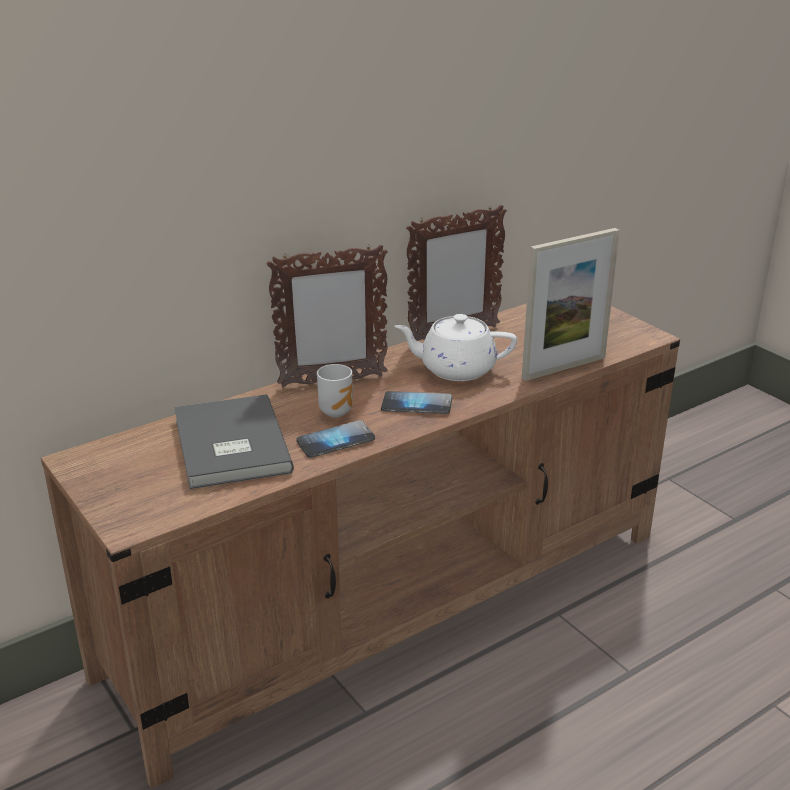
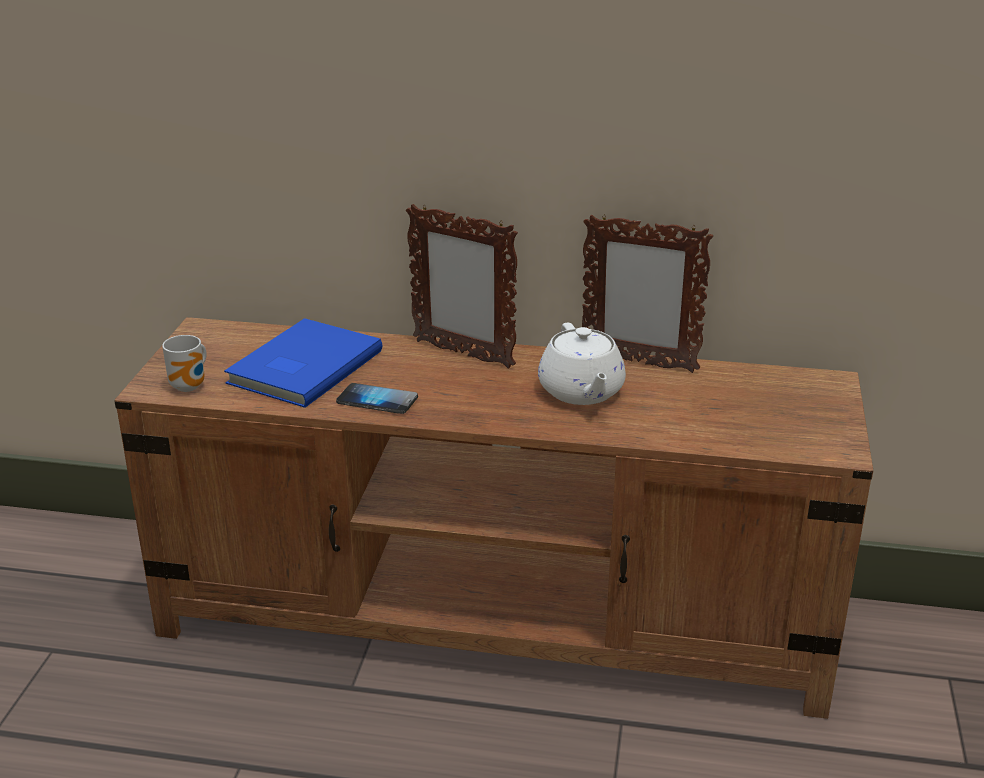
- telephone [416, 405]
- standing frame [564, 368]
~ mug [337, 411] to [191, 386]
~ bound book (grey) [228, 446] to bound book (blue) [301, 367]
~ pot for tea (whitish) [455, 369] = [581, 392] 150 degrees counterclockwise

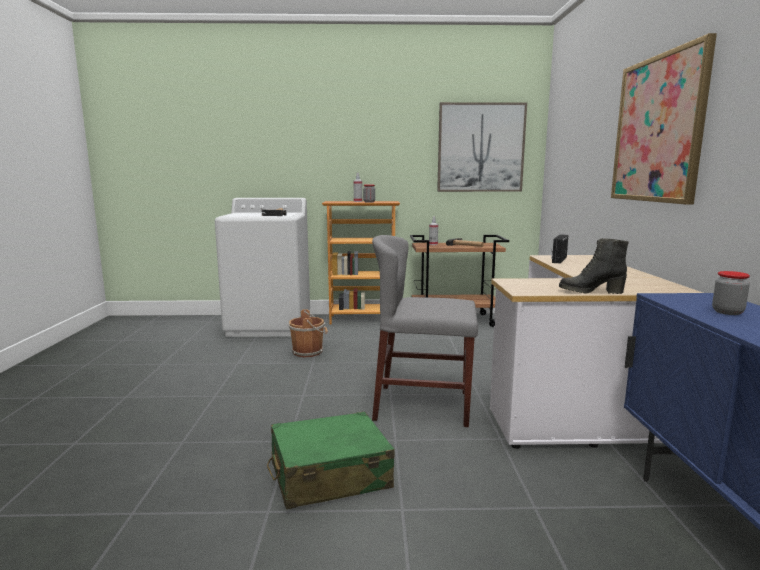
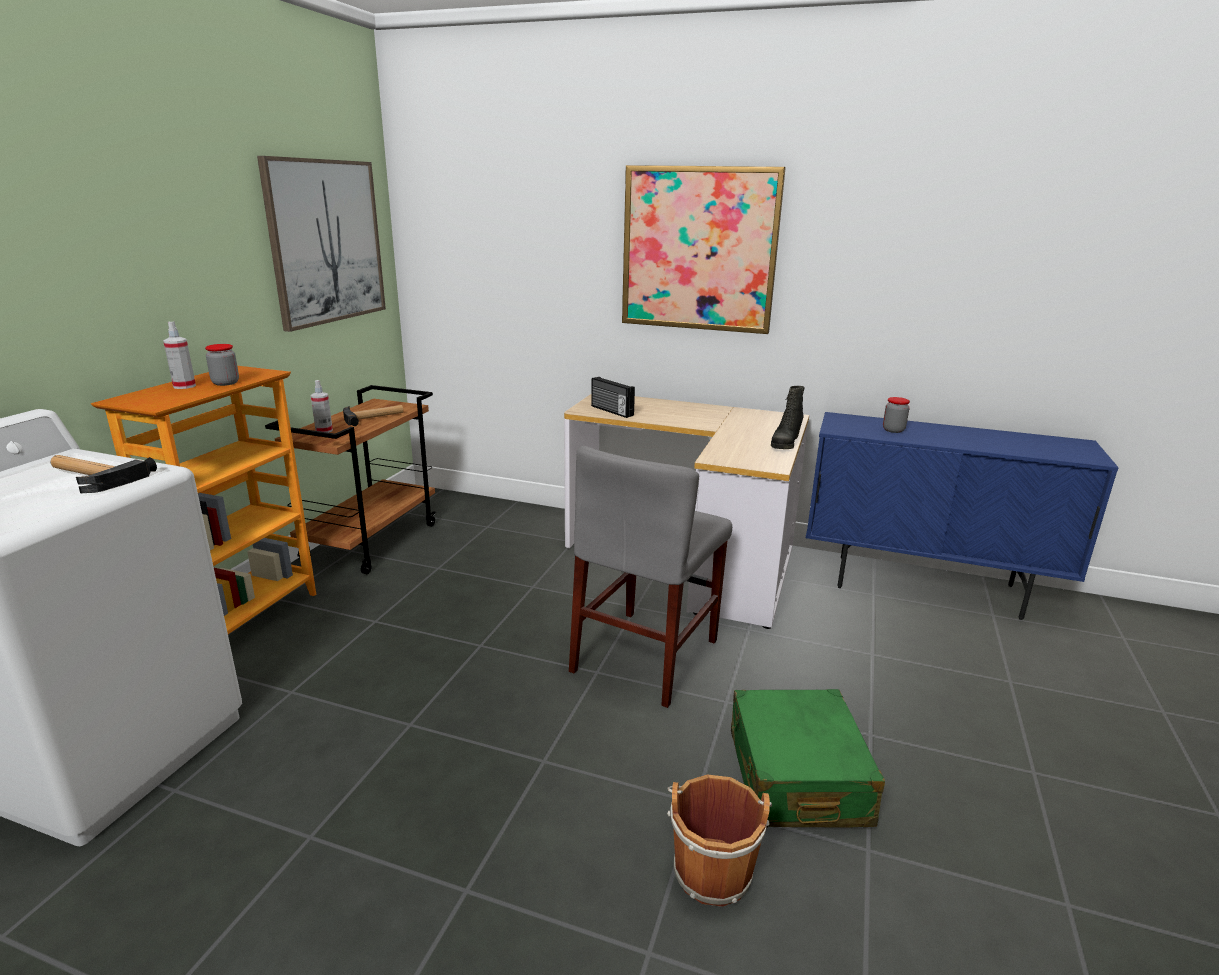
~ water bucket (brown-coloured) [309, 352] to [711, 869]

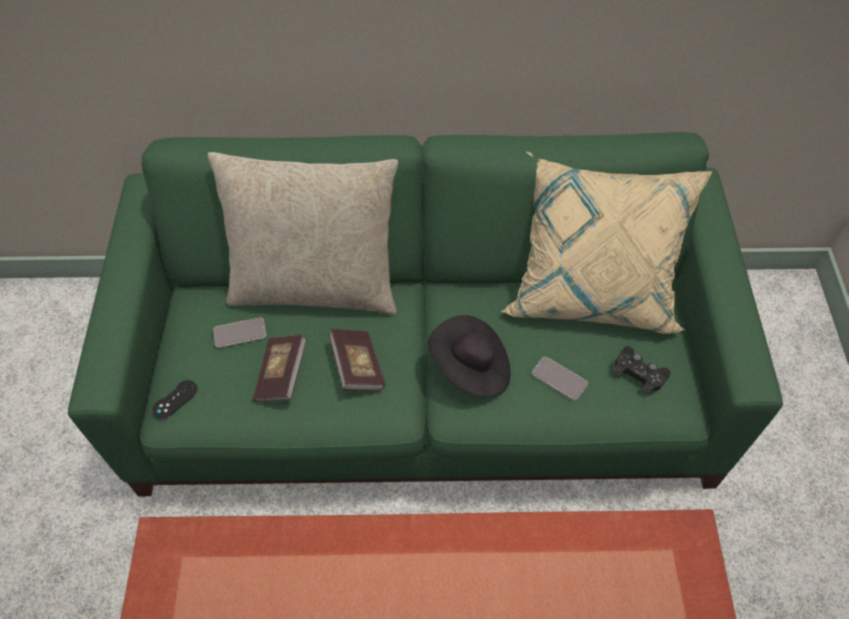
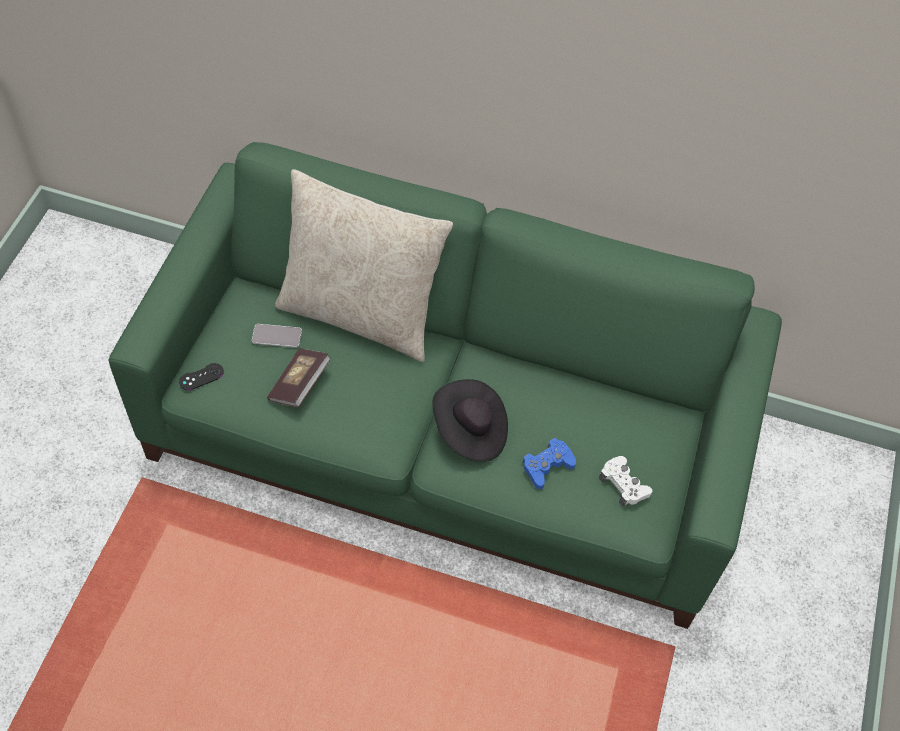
- bound book [357, 367]
- throw pillow (beige-coloured) [592, 289]
~ telephone [559, 379] to joypad (blue) [547, 466]
~ joypad (blackish) [639, 373] to joypad (whitish) [624, 485]

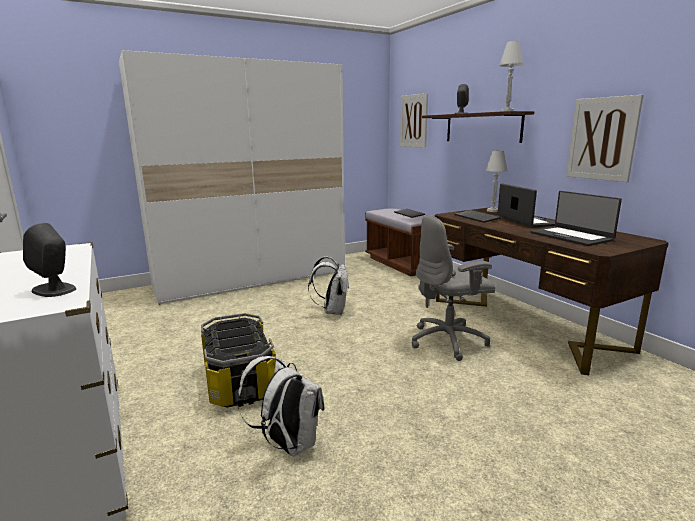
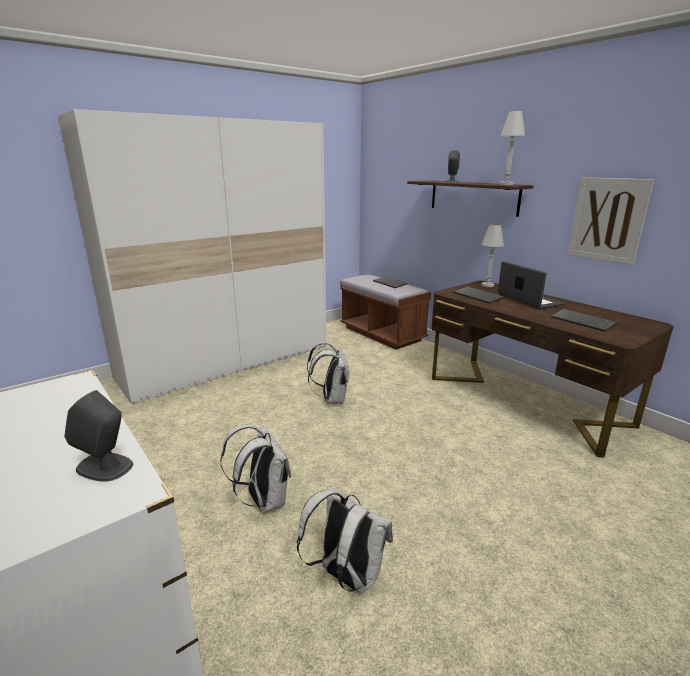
- wall art [414, 121]
- computer chair (grey) [449, 341]
~ storage bin [239, 381] to knapsack (whitish) [263, 500]
~ laptop [571, 236] to computer keyboard [584, 321]

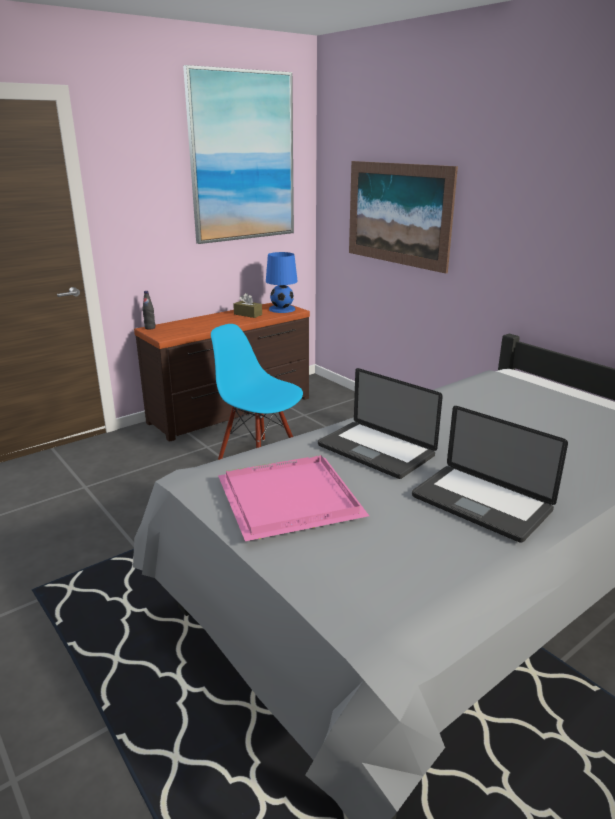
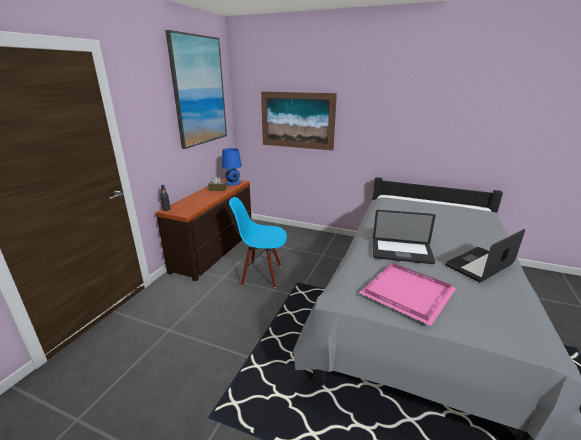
~ laptop [481, 503] = [479, 265] 135 degrees clockwise

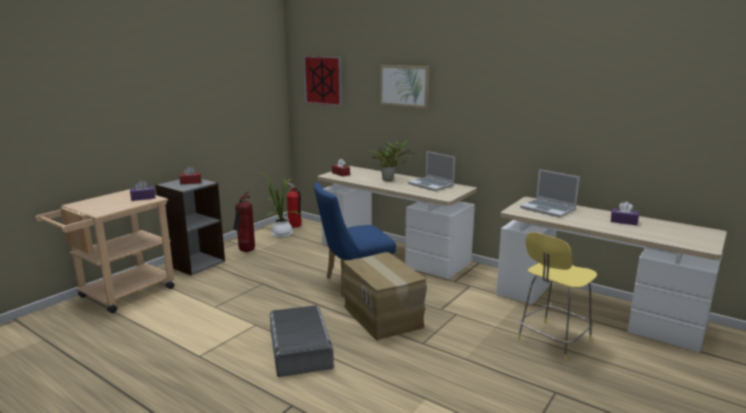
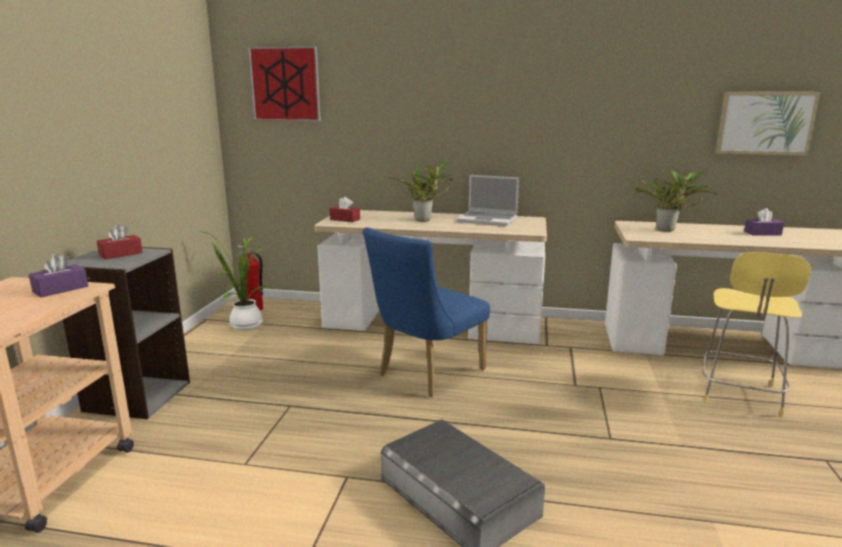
- fire extinguisher [246, 251]
- carton [383, 316]
~ wall art [404, 86] to [765, 123]
~ laptop [548, 209] to potted plant [668, 230]

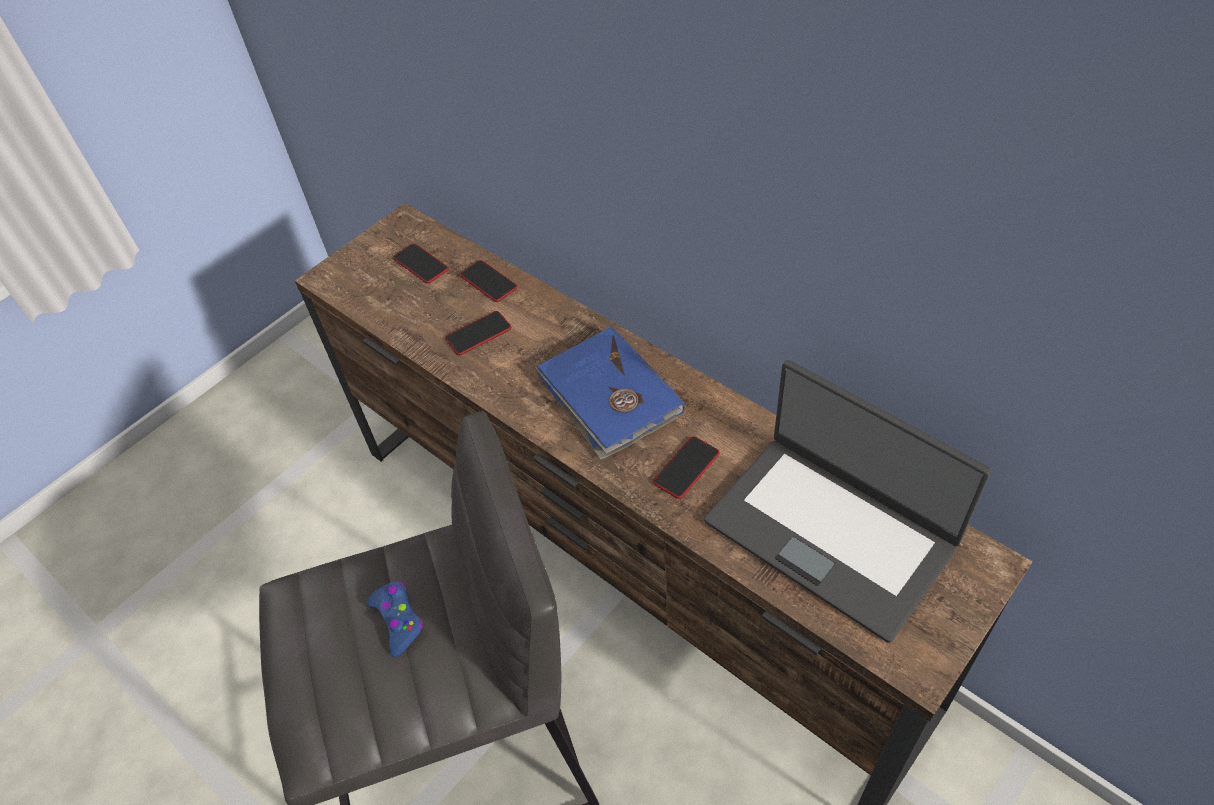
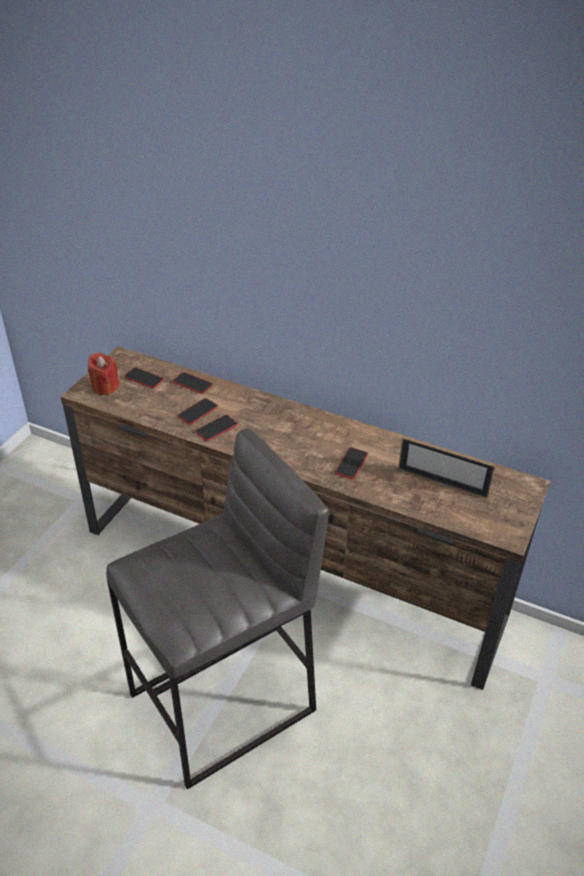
- joypad (blue) [398, 620]
- bound book (blue) [608, 396]
+ wax light (red-coloured) [105, 387]
+ telephone [216, 428]
~ laptop [830, 532] to standing frame [442, 482]

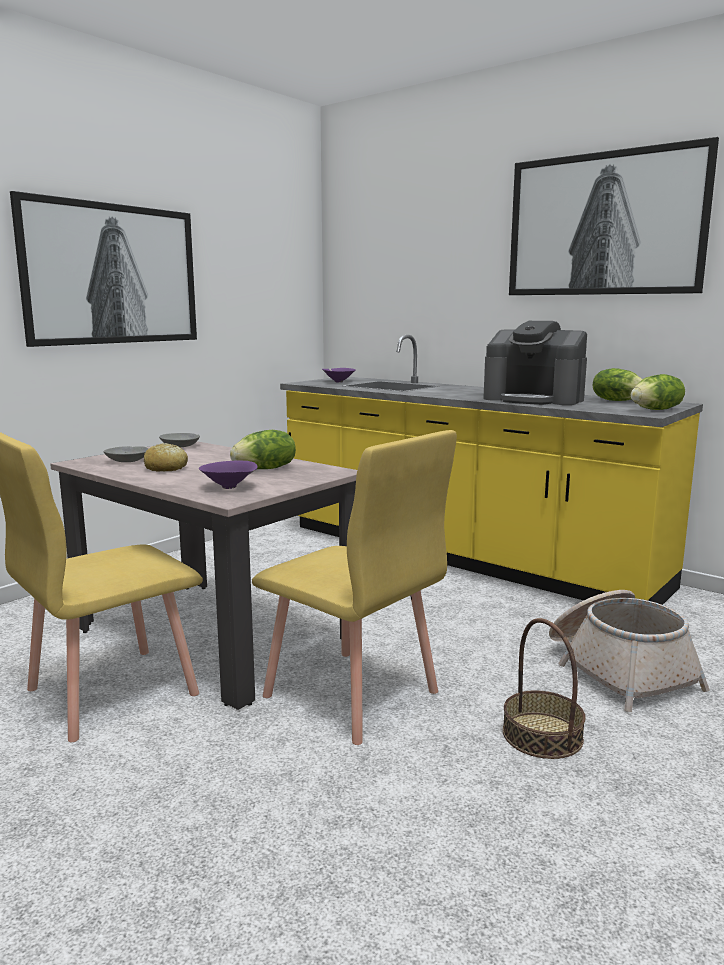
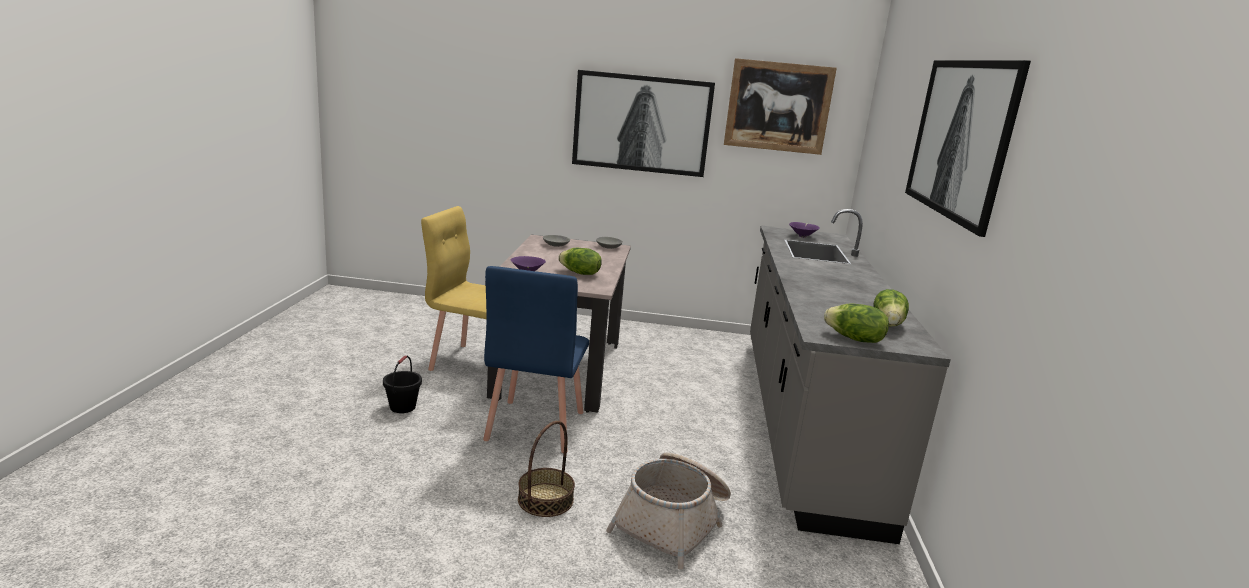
- bread [166, 468]
- coffee maker [534, 399]
+ water bucket (blackish) [402, 407]
+ wall art [778, 107]
~ upright chair (yellow-coloured) [351, 695] to upright chair (blue) [534, 426]
~ kitchen counter (yellow-coloured) [461, 556] to kitchen counter (grey) [802, 420]

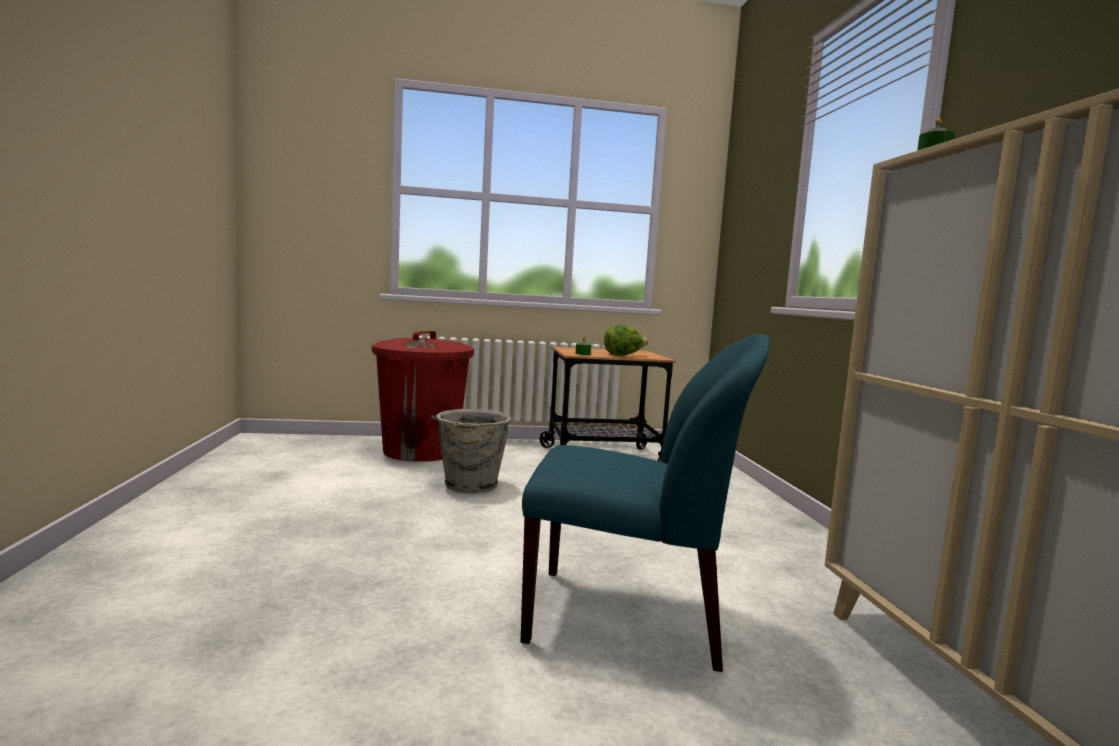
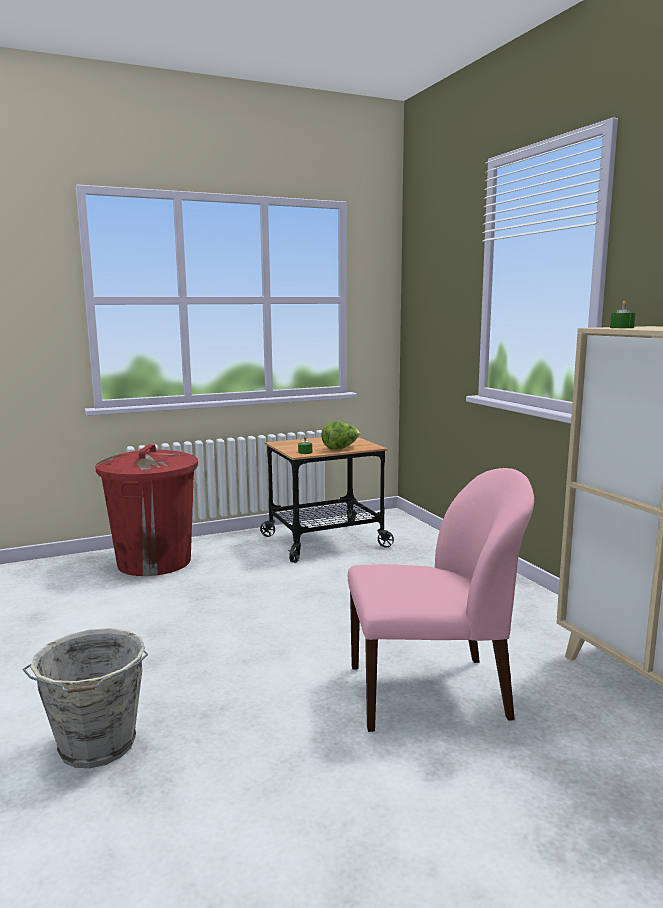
~ water bucket (grey) [470, 486] to [97, 746]
~ upright chair (blue) [629, 617] to upright chair (pinkish) [431, 692]

